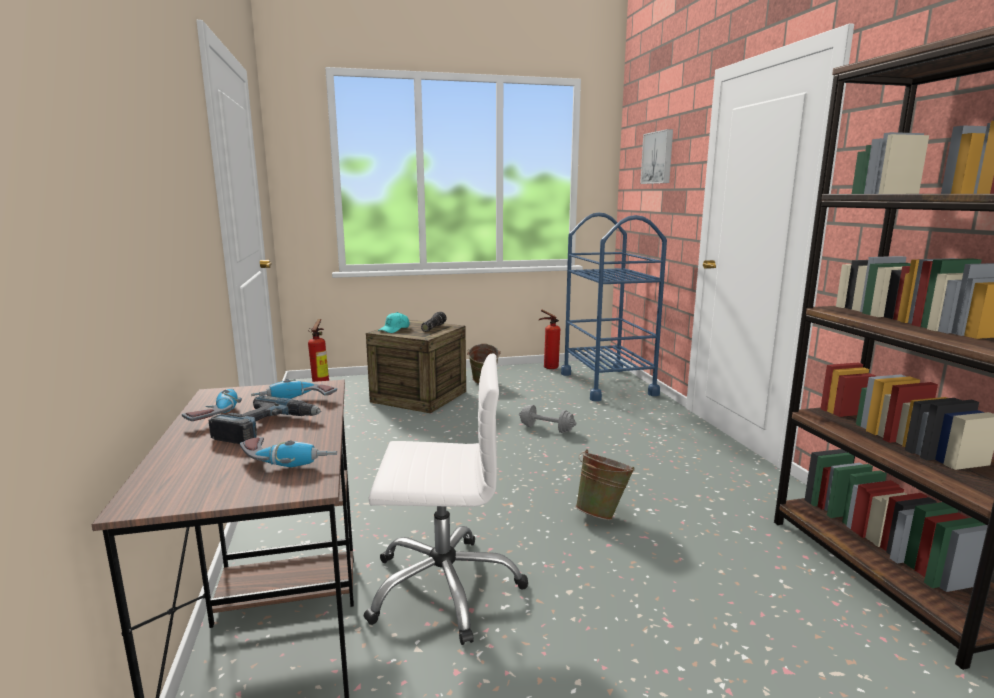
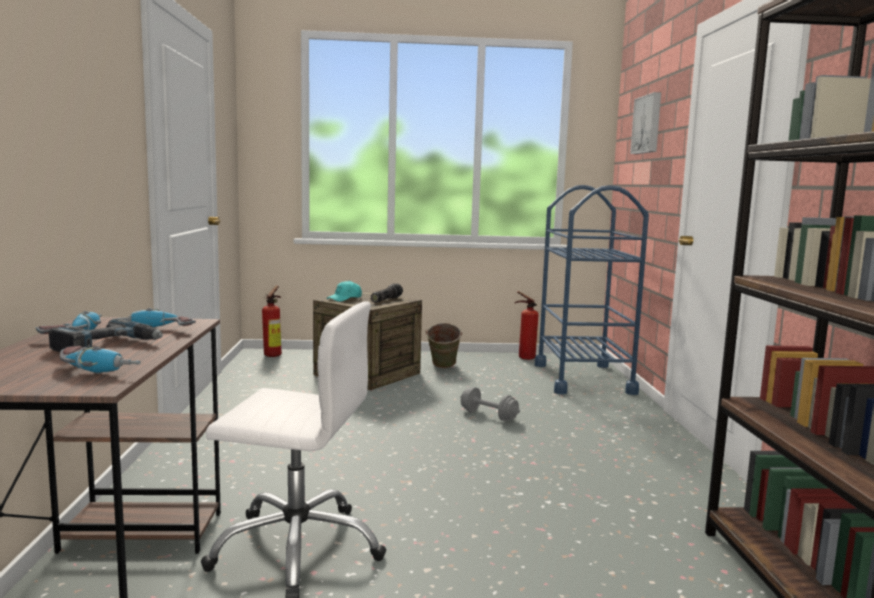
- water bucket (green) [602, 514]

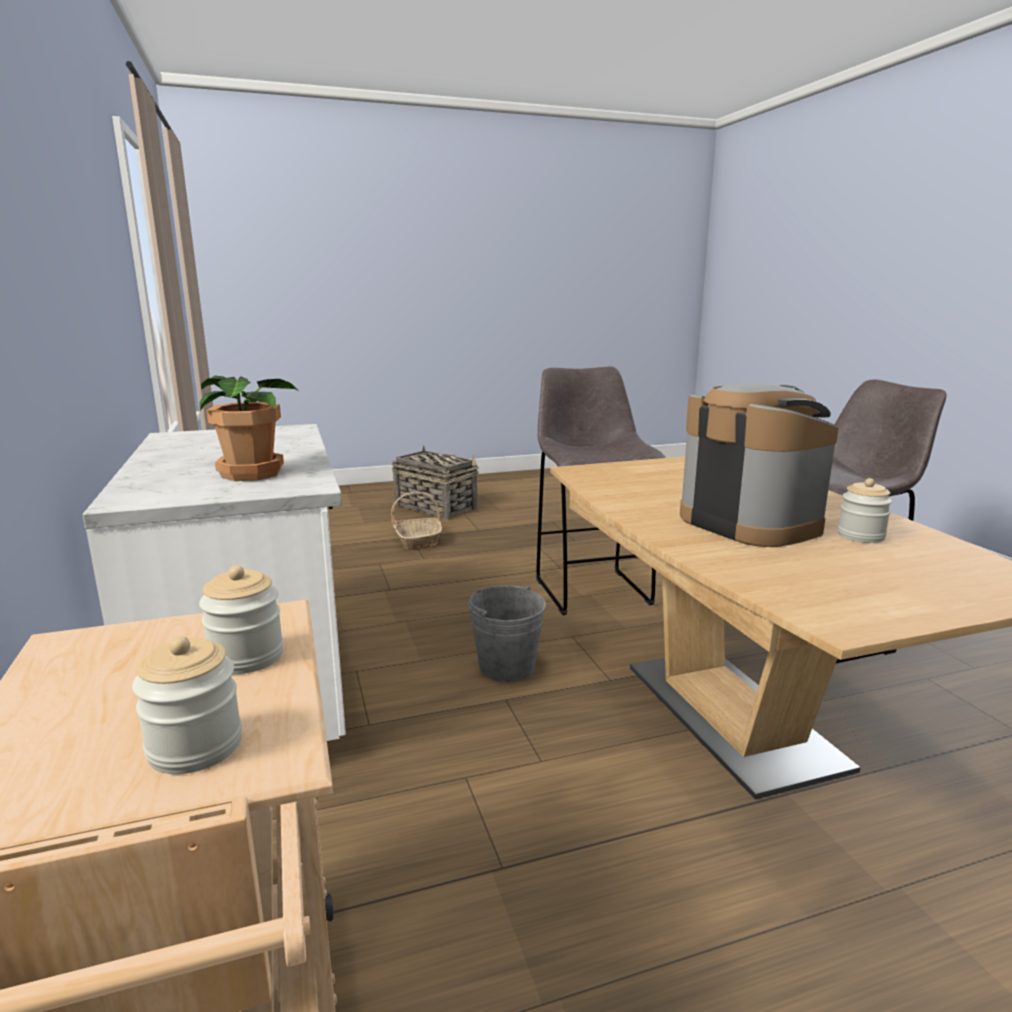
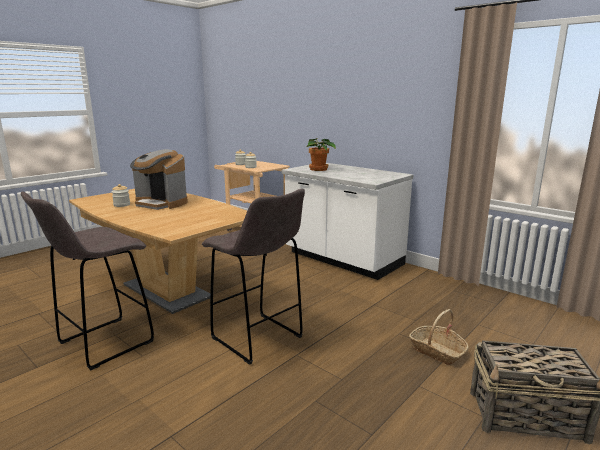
- water bucket (grey) [506, 667]

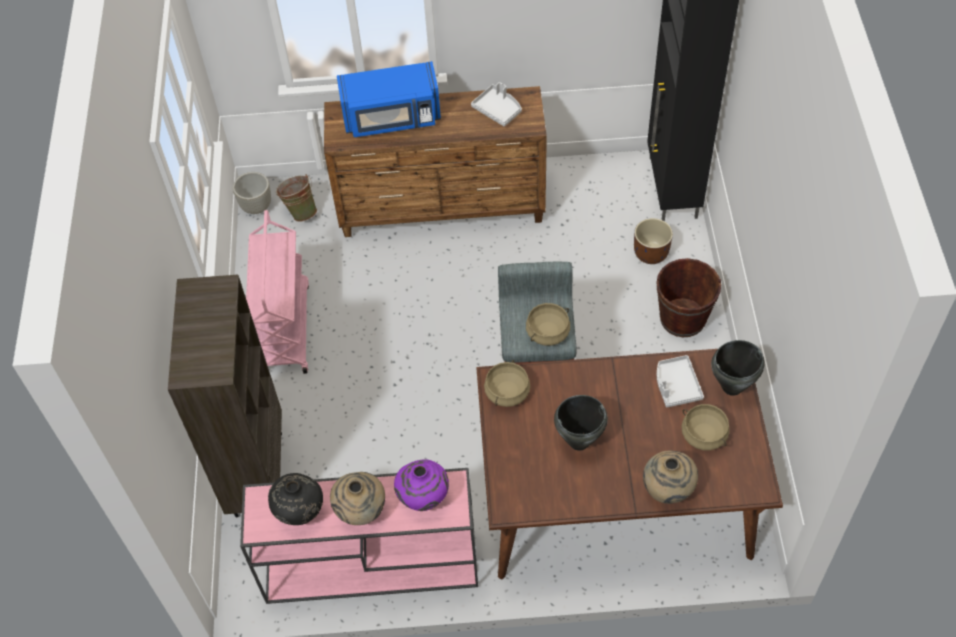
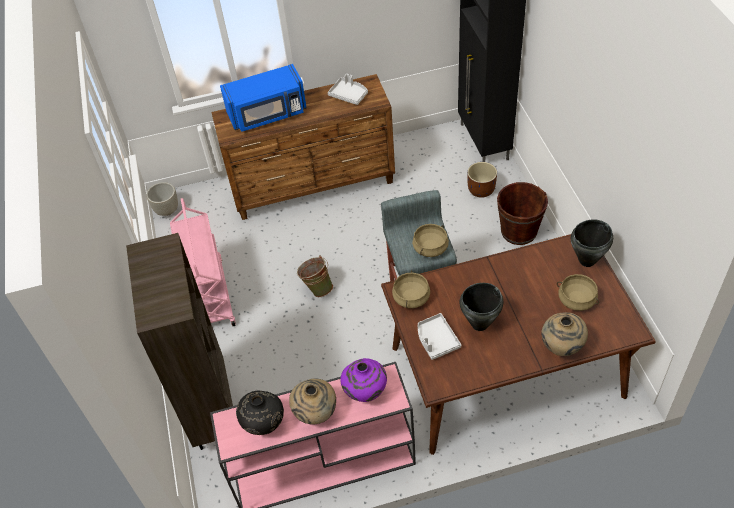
~ water bucket (green) [300, 211] to [317, 288]
~ carrying tray (grey) [676, 385] to [436, 340]

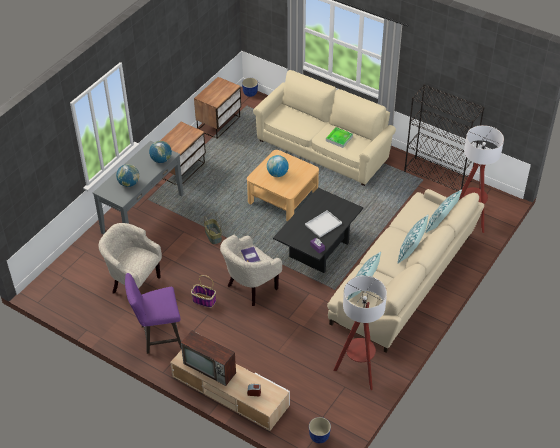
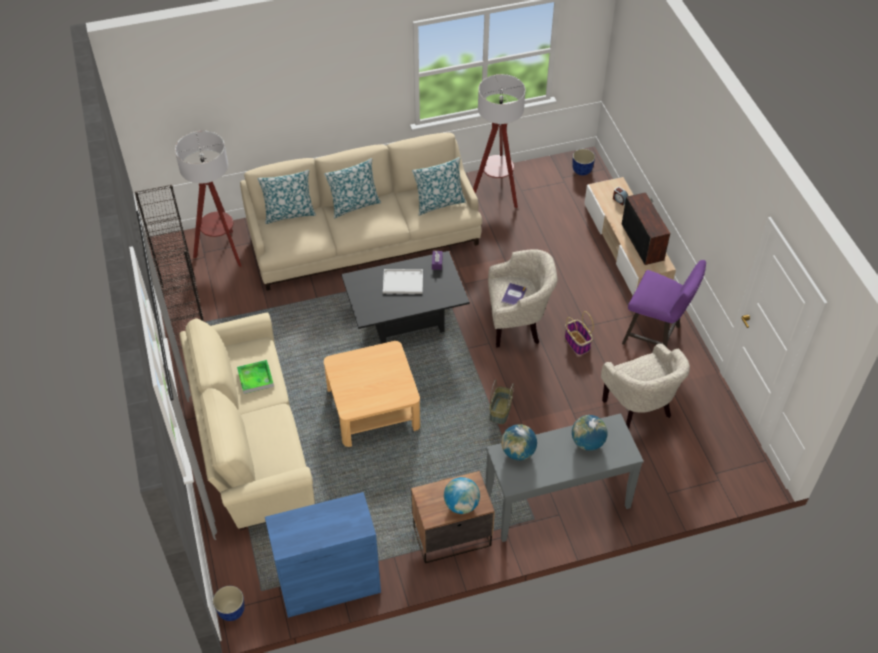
~ world globe [277, 174] to [461, 504]
~ nightstand [219, 123] to cupboard (blue) [329, 584]

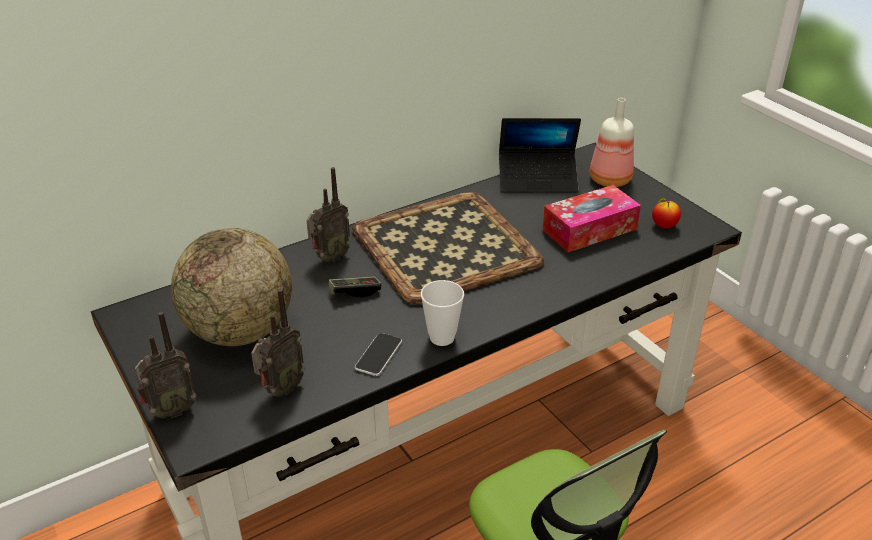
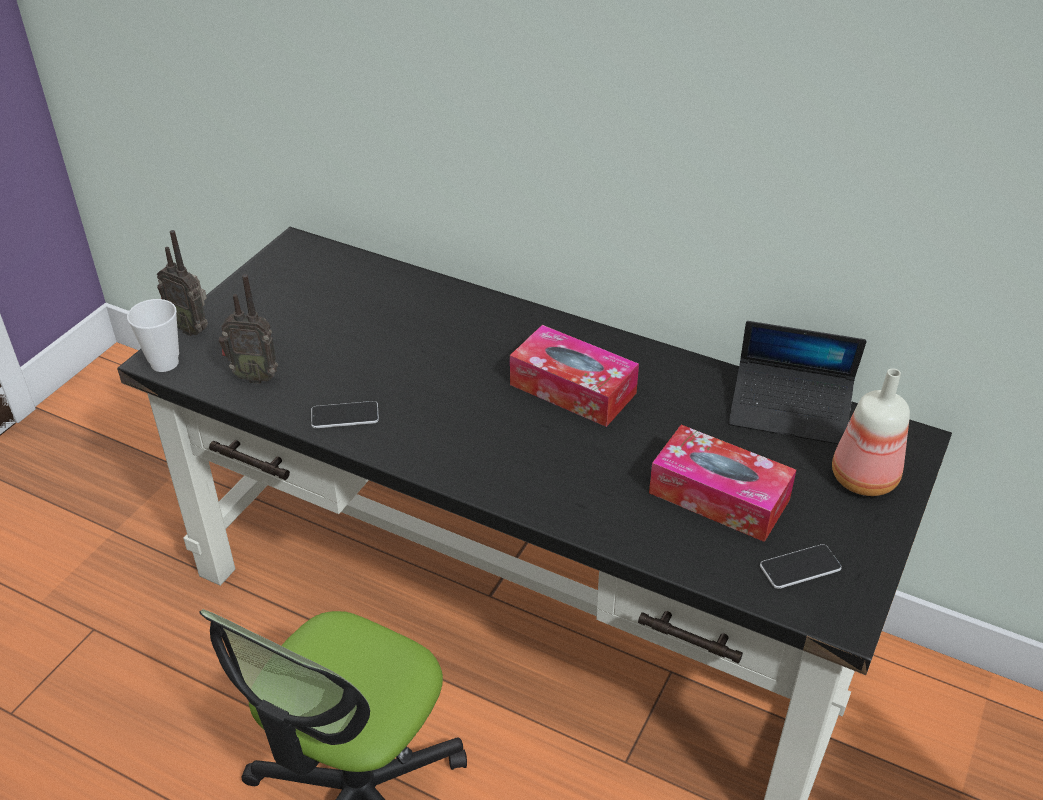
- world globe [240, 331]
- radio receiver [329, 258]
- joypad [355, 292]
~ small cup [442, 337] to [164, 363]
~ carrying tray [446, 245] to tissue holder [573, 389]
~ whole apple [664, 226] to telephone [800, 567]
~ laptop [537, 180] = [790, 411] 45 degrees counterclockwise

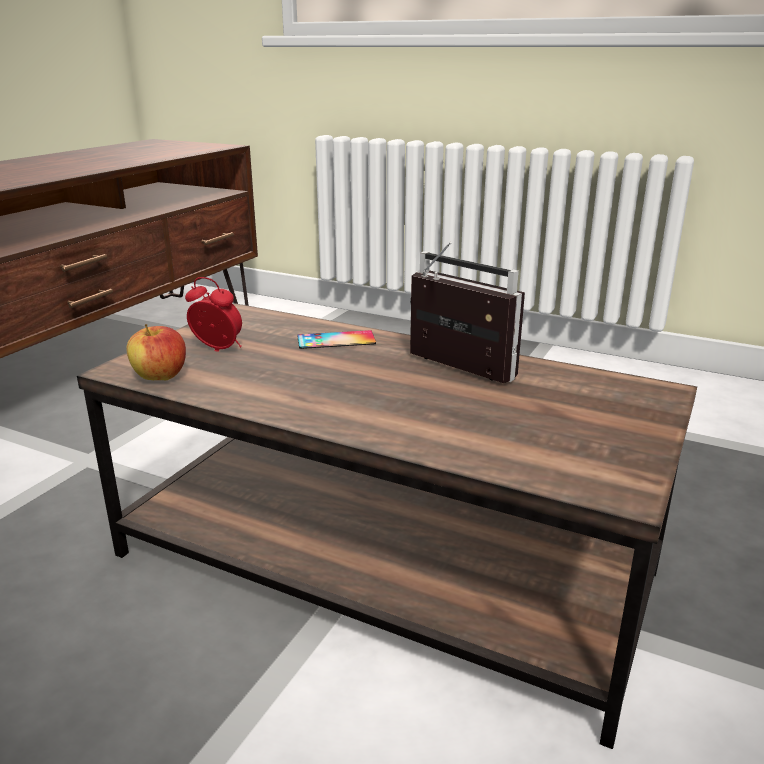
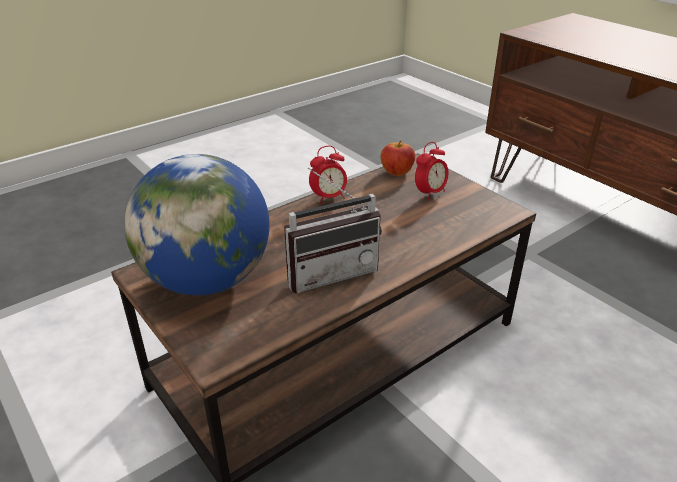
- telephone [336, 340]
+ world globe [207, 279]
+ table clock [329, 197]

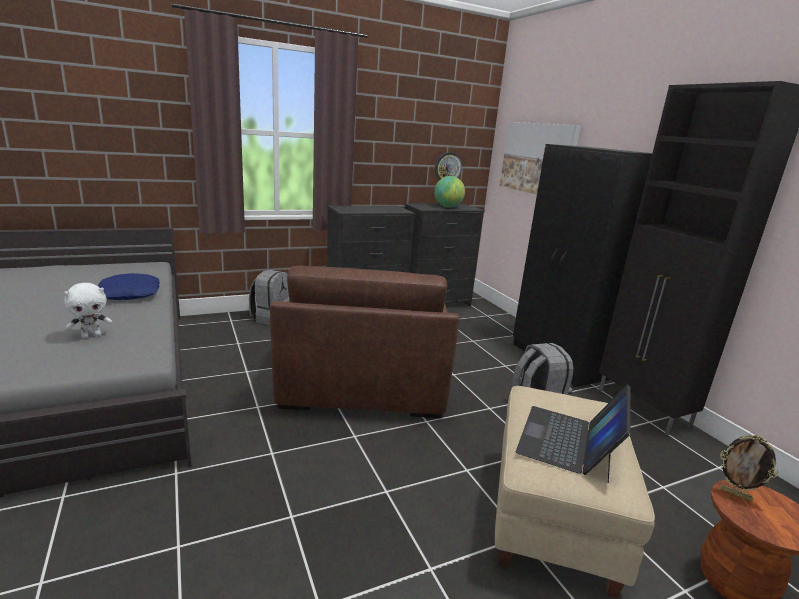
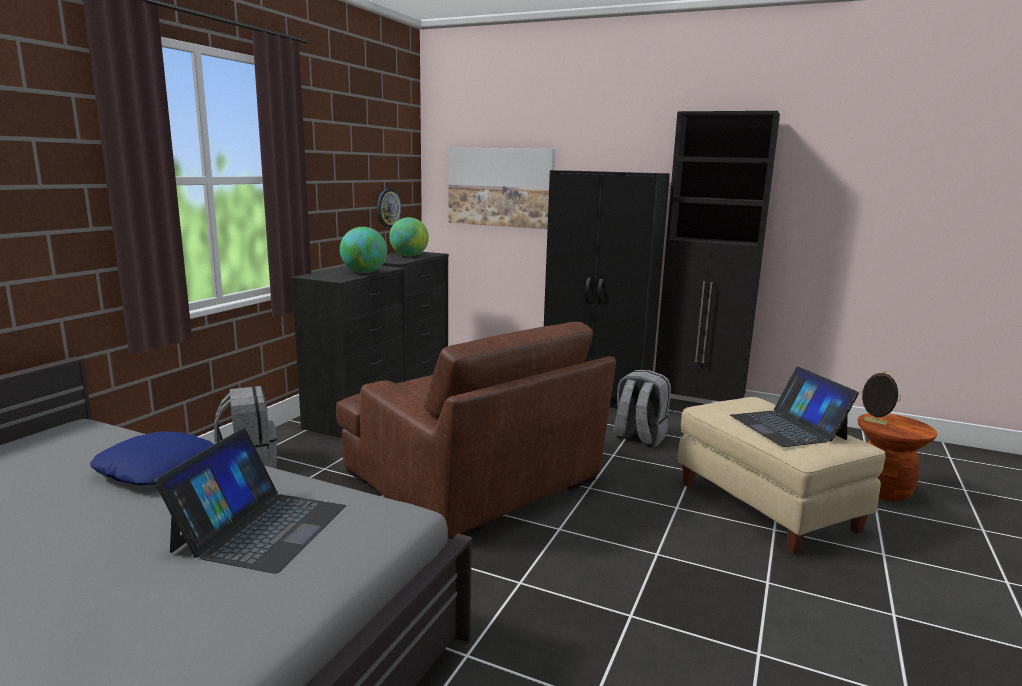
+ world globe [364, 273]
~ soft toy (whitish) [91, 336] to laptop [261, 528]
~ standing frame [735, 494] = [874, 422] 135 degrees counterclockwise

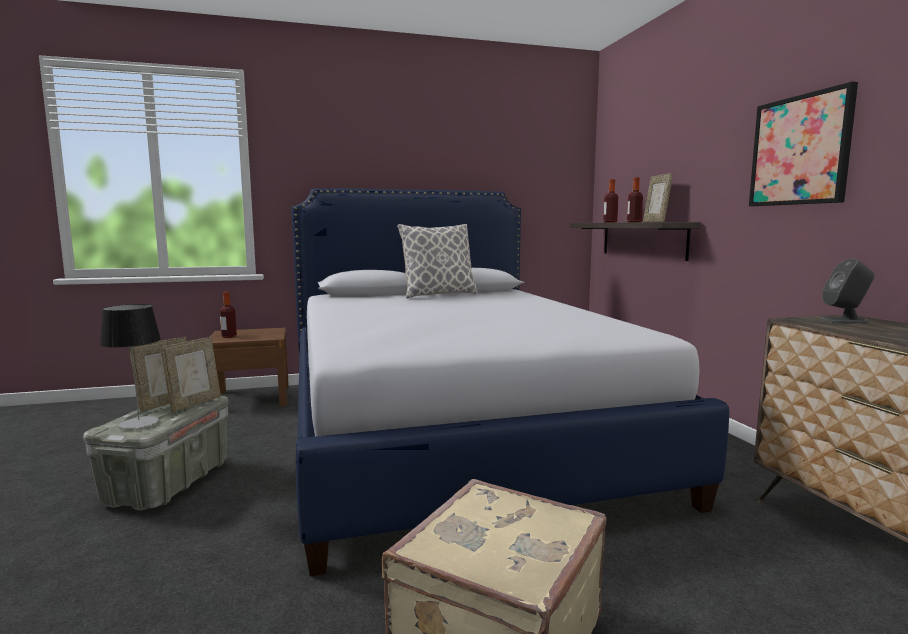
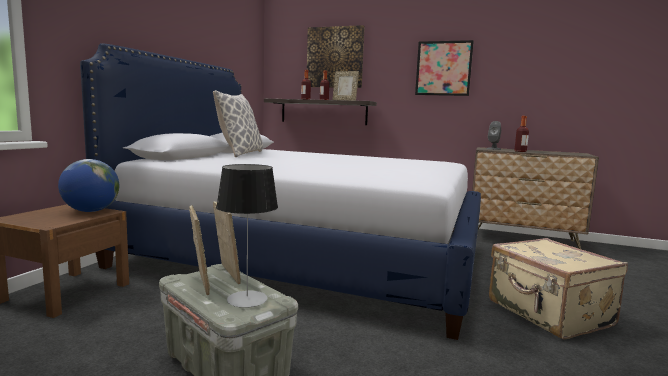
+ world globe [91, 211]
+ wall art [335, 57]
~ bottle [229, 336] to [520, 151]

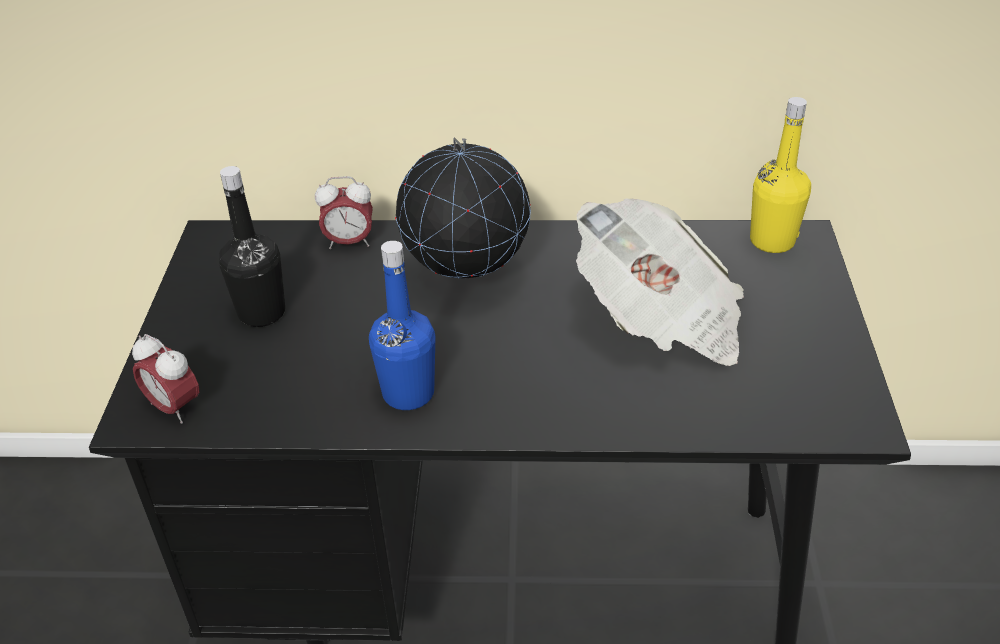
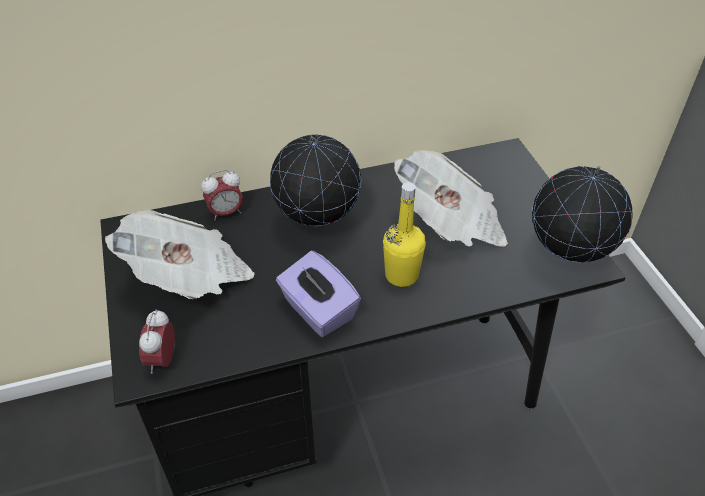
+ world globe [567, 256]
~ bottle (yellow-coloured) [772, 241] to [401, 275]
~ bottle (blackish) [261, 313] to newspaper [190, 277]
~ bottle (blue) [408, 393] to tissue holder (purplish) [318, 311]
~ table clock [174, 407] = [162, 360] 75 degrees clockwise

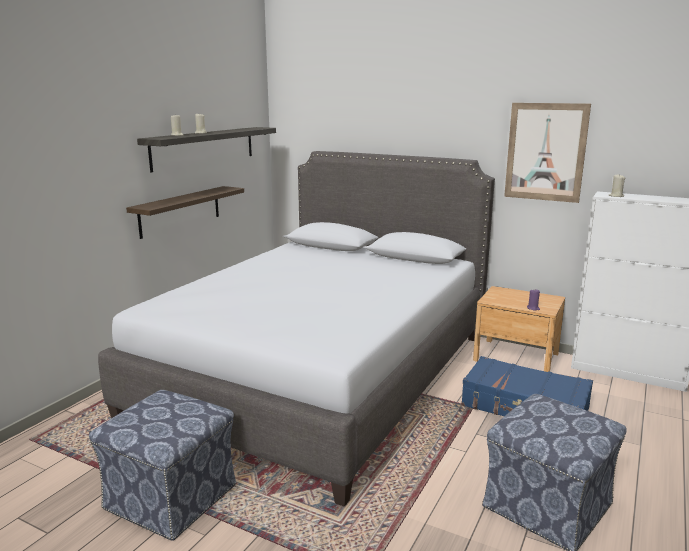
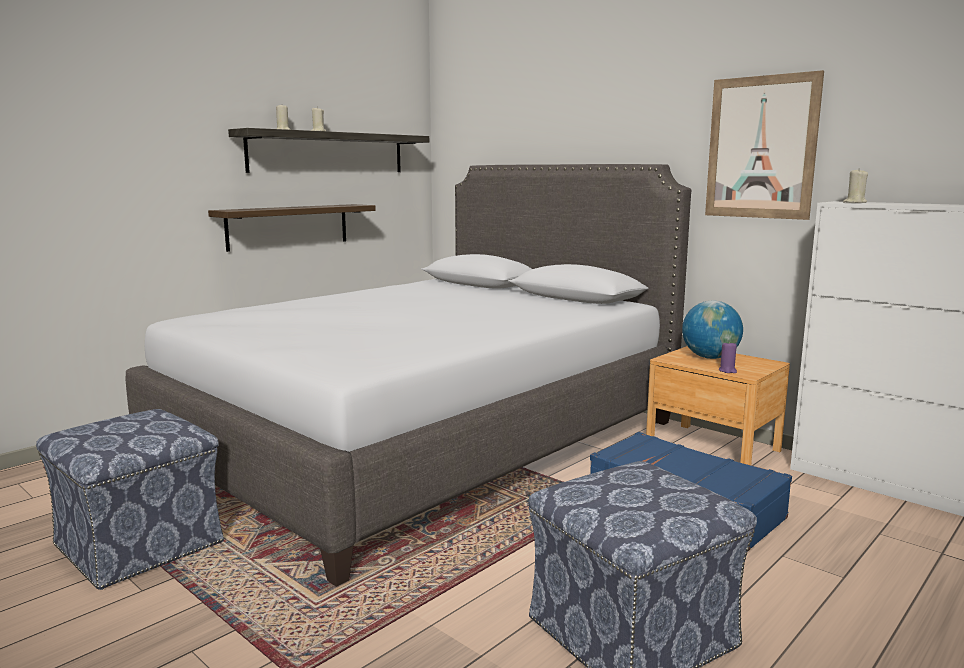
+ world globe [710, 357]

